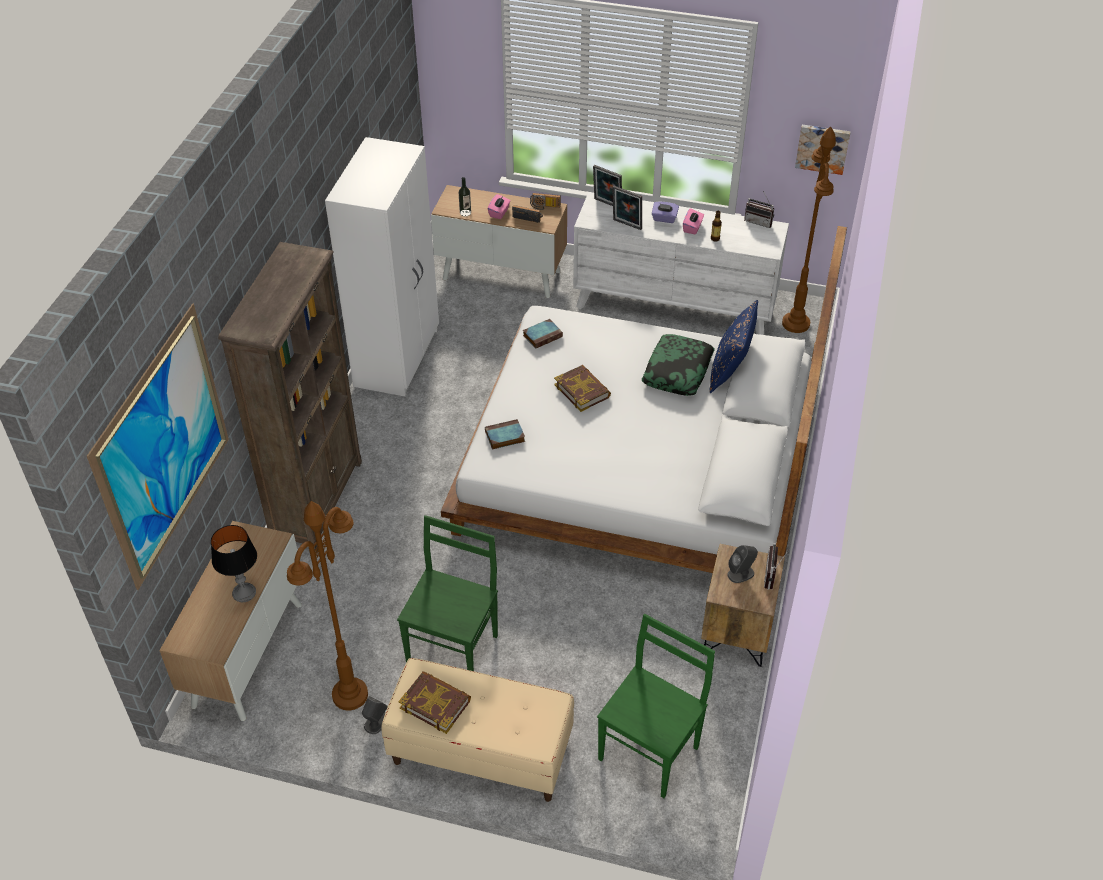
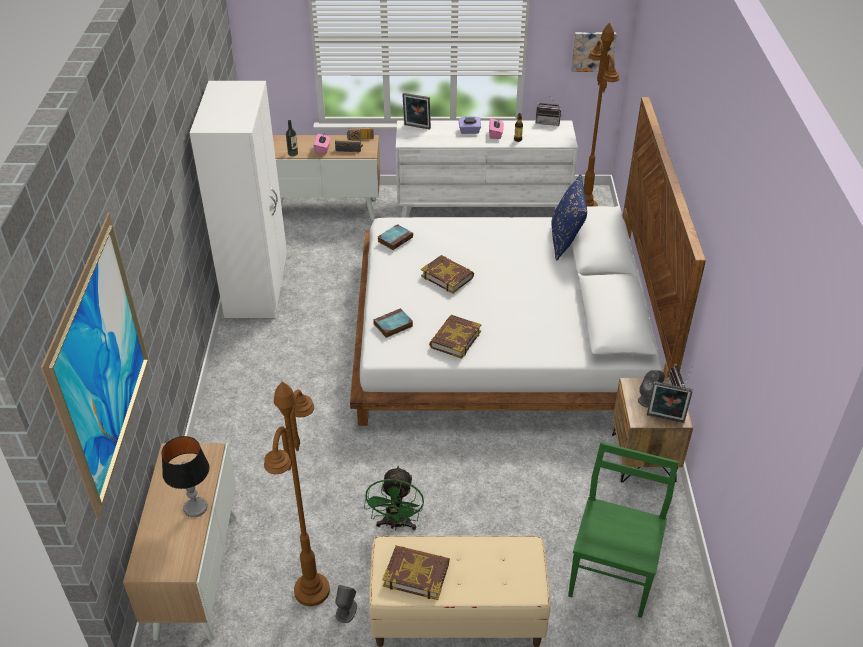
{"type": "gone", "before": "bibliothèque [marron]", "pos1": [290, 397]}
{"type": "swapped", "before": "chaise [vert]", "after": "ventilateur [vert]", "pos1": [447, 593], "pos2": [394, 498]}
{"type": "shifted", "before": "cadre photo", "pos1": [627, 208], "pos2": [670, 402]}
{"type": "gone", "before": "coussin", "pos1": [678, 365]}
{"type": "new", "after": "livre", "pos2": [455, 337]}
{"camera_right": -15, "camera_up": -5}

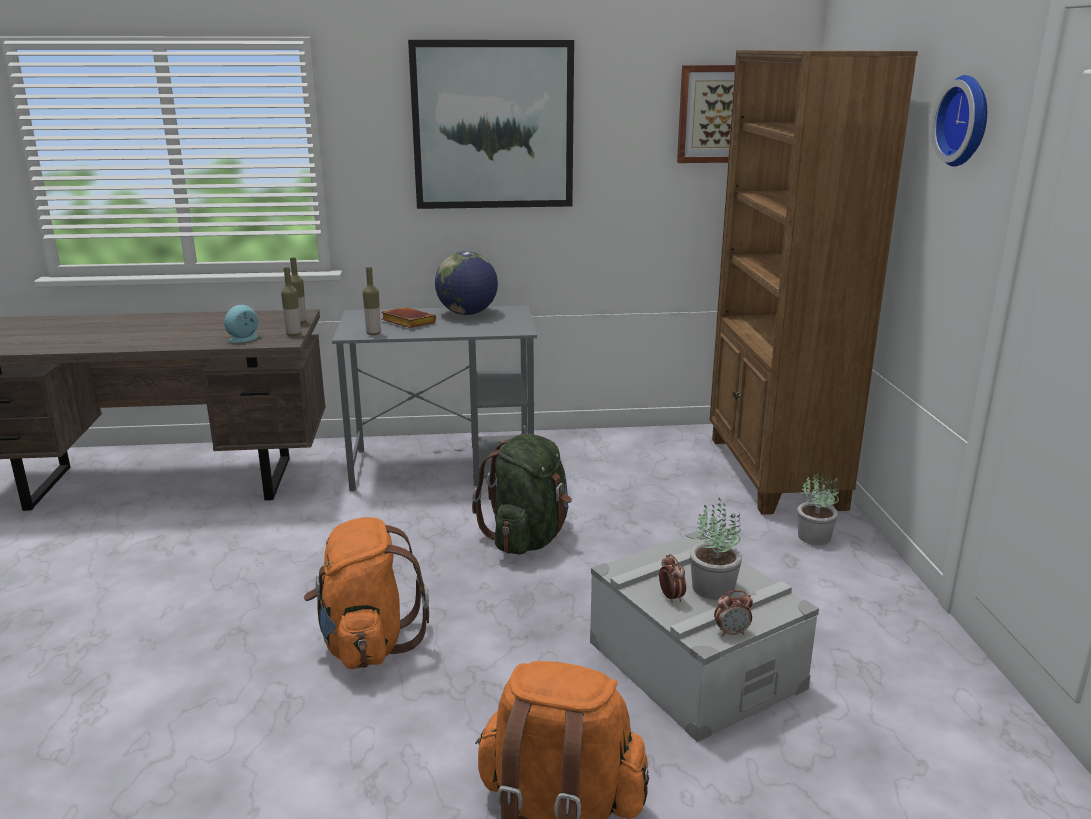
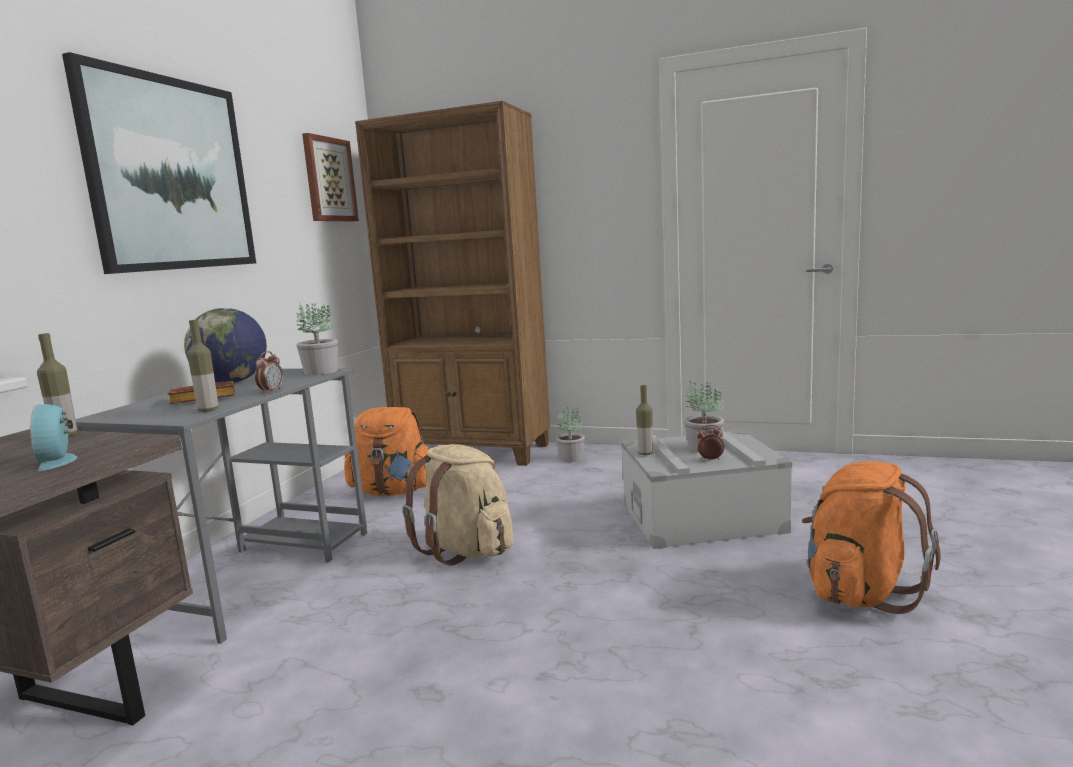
{"type": "shifted", "before": "bouteille", "pos1": [291, 301], "pos2": [644, 420]}
{"type": "shifted", "before": "sac à dos [orange]", "pos1": [366, 593], "pos2": [386, 451]}
{"type": "repainted", "before": "sac à dos [vert]", "after": "sac à dos [beige]", "pos1": [522, 494], "pos2": [458, 504]}
{"type": "shifted", "before": "réveil", "pos1": [733, 613], "pos2": [269, 372]}
{"type": "gone", "before": "horloge murale", "pos1": [959, 121]}
{"type": "new", "after": "plante en pot", "pos2": [317, 339]}
{"camera_right": -65, "camera_up": -10}

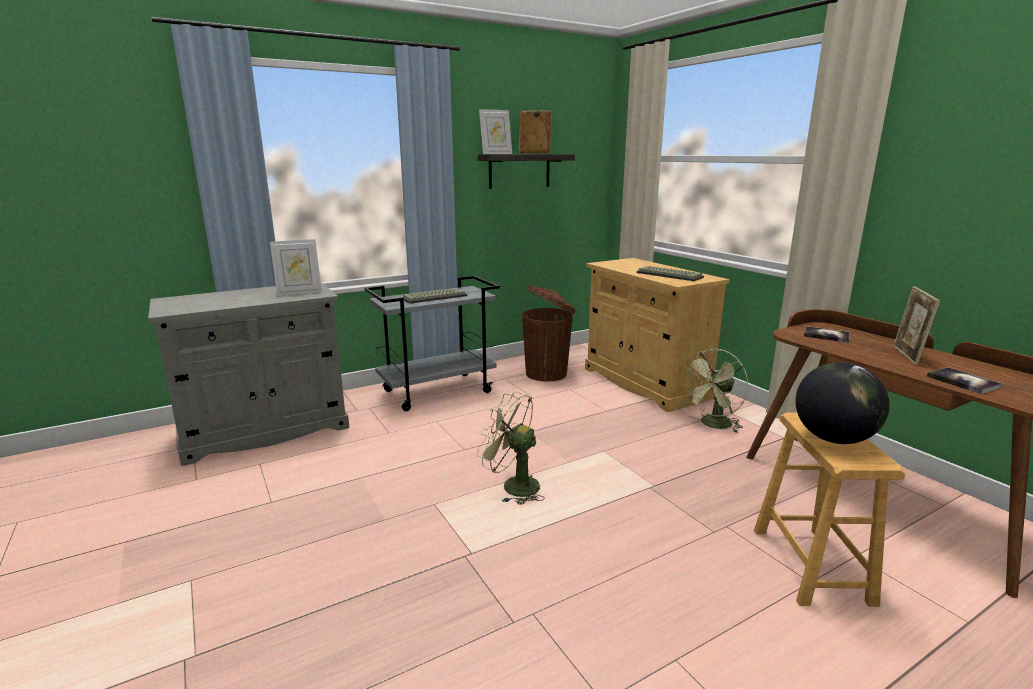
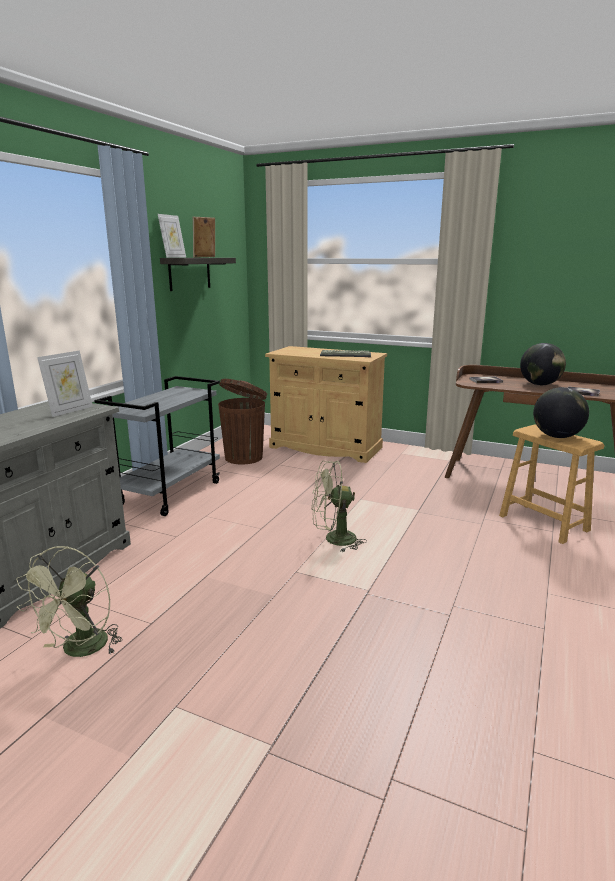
{"type": "gone", "before": "clavier", "pos1": [435, 296]}
{"type": "shifted", "before": "ventilateur [vert]", "pos1": [715, 391], "pos2": [69, 601]}
{"type": "swapped", "before": "cadre photo", "after": "globe", "pos1": [916, 325], "pos2": [543, 364]}
{"camera_right": -35, "camera_up": 0}

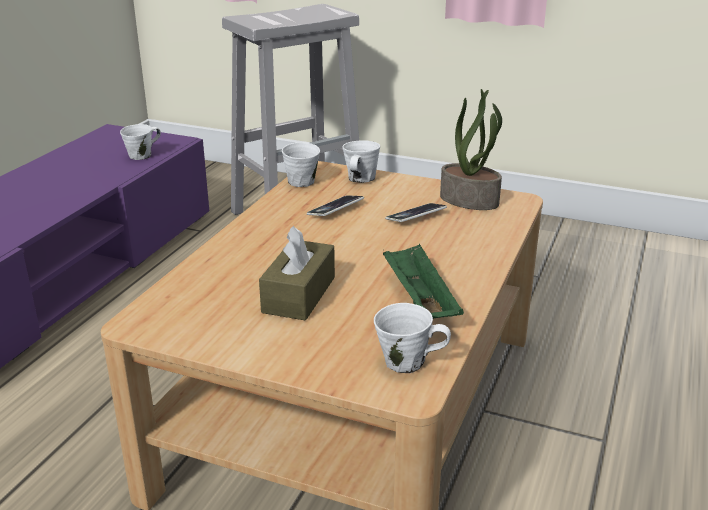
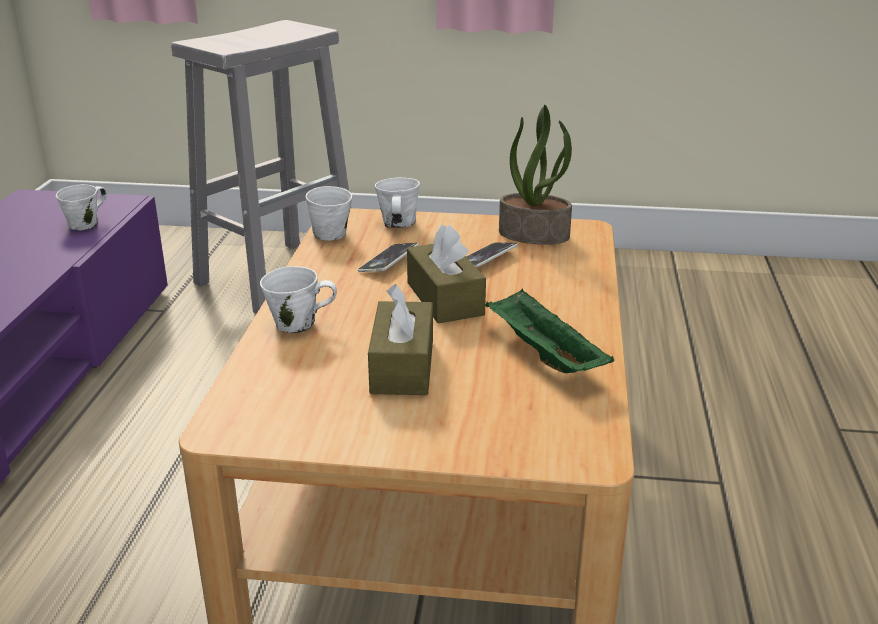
{"type": "shifted", "before": "mug [blanc]", "pos1": [412, 338], "pos2": [298, 299]}
{"type": "new", "after": "boîte à mouchoirs [marron]", "pos2": [446, 273]}
{"camera_right": -15, "camera_up": 0}

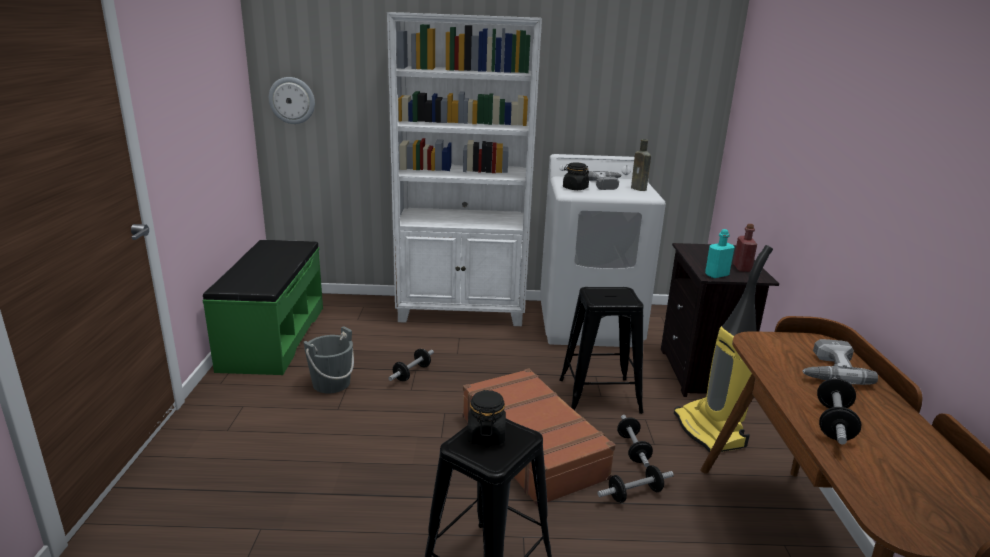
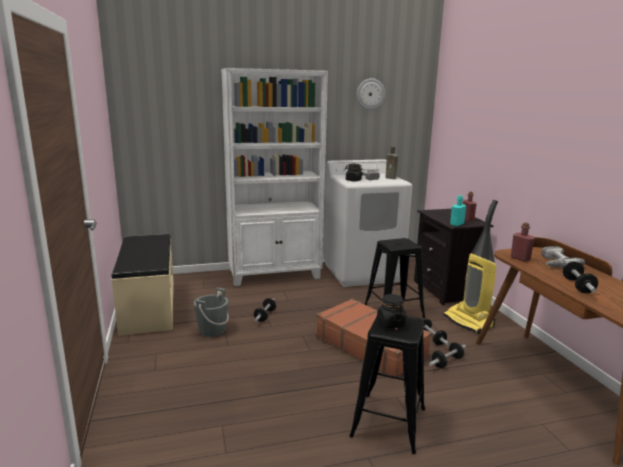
{"type": "repainted", "before": "banc [vert]", "after": "banc [beige]", "pos1": [263, 307], "pos2": [142, 285]}
{"type": "shifted", "before": "horloge murale", "pos1": [292, 100], "pos2": [370, 94]}
{"type": "new", "after": "bouteille [rouge]", "pos2": [523, 242]}
{"camera_right": -15, "camera_up": -5}

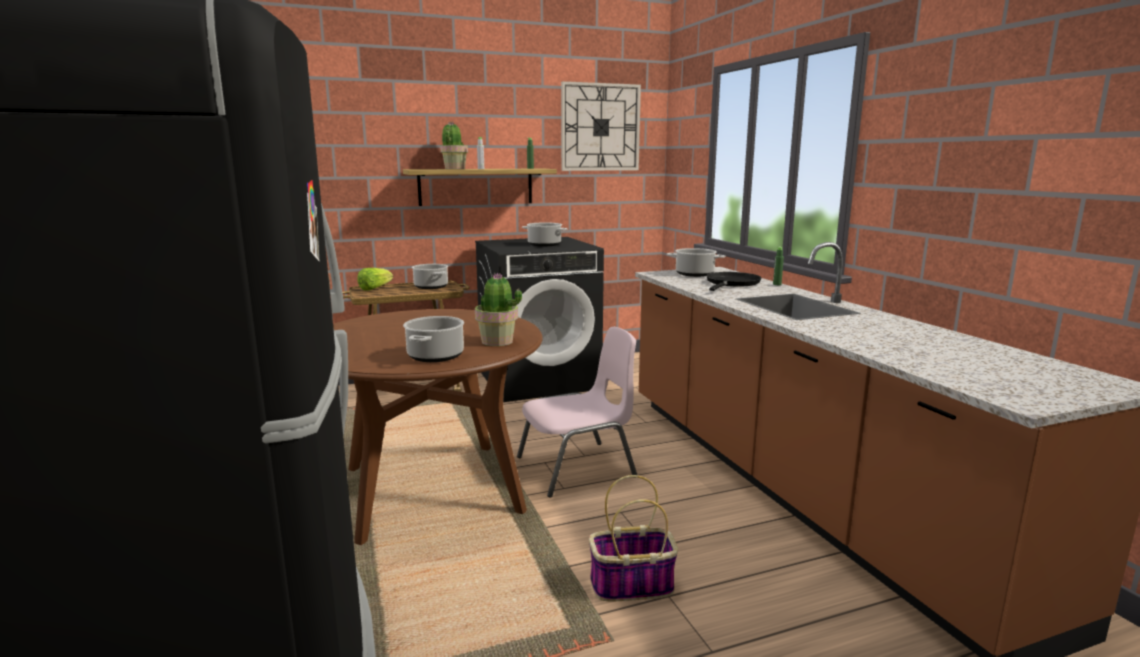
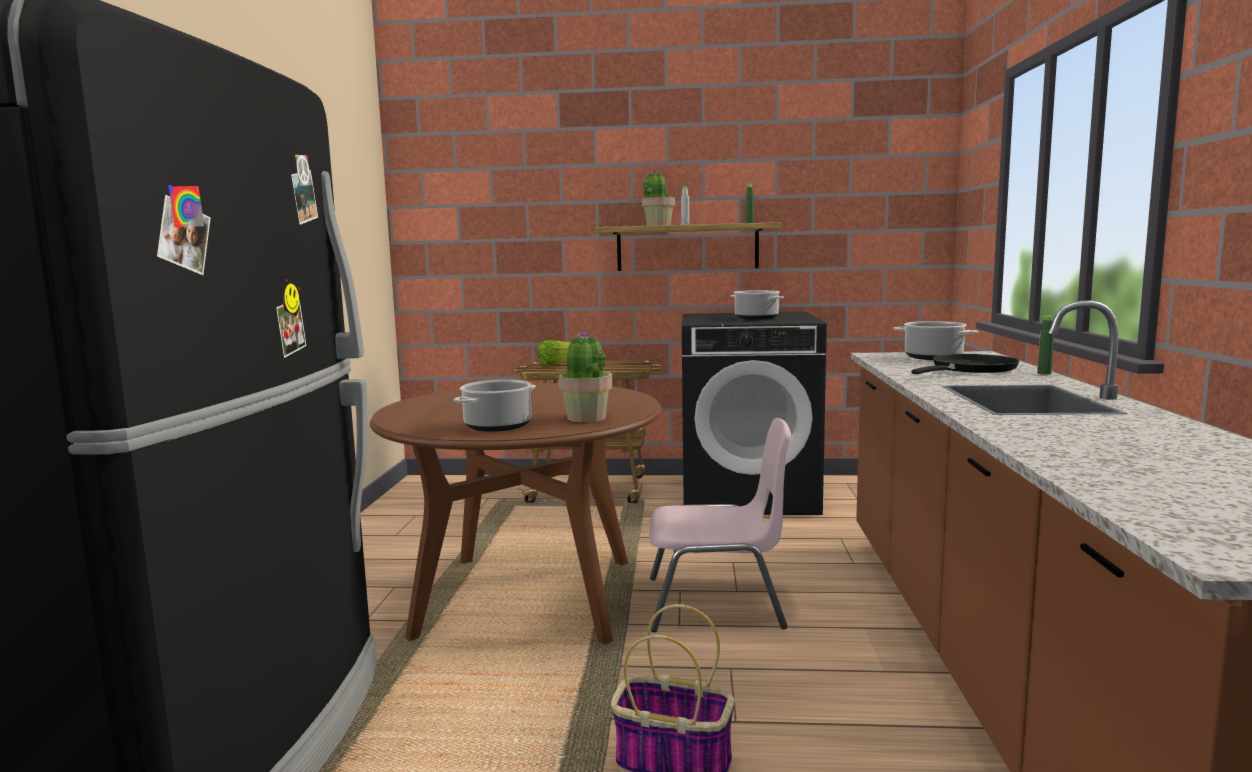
{"type": "gone", "before": "marmite", "pos1": [430, 276]}
{"type": "gone", "before": "horloge murale", "pos1": [601, 126]}
{"camera_right": 25, "camera_up": -5}

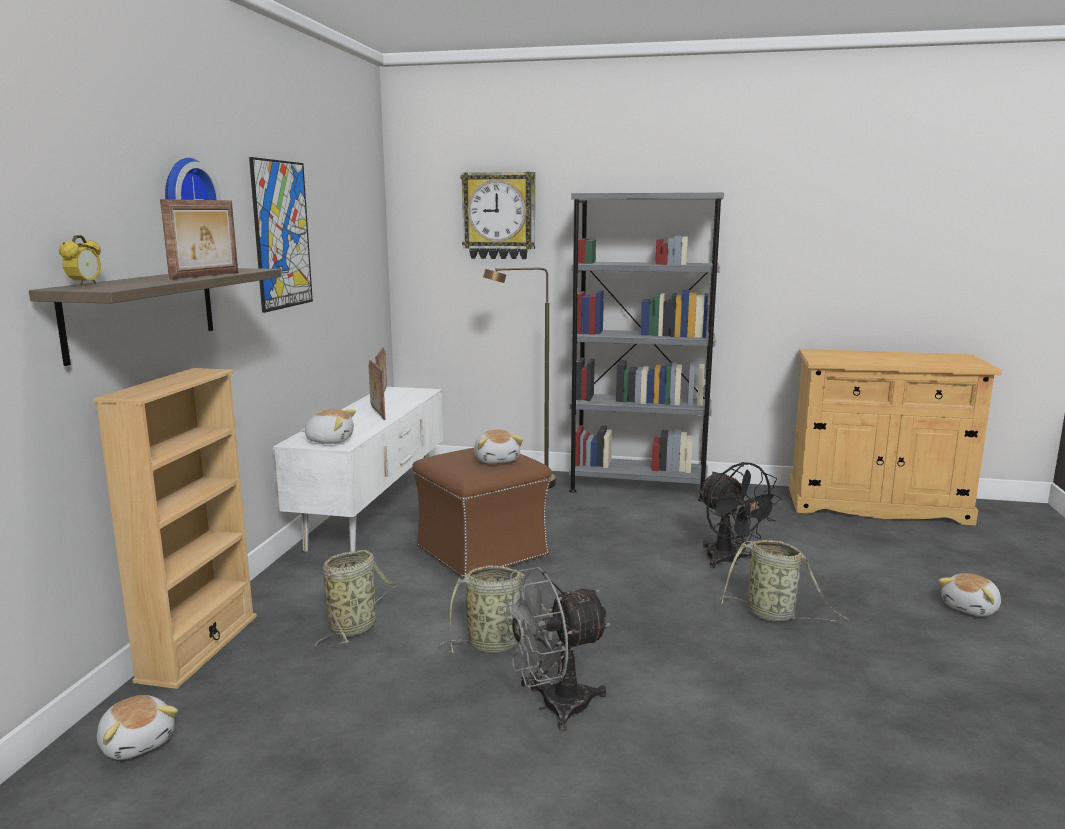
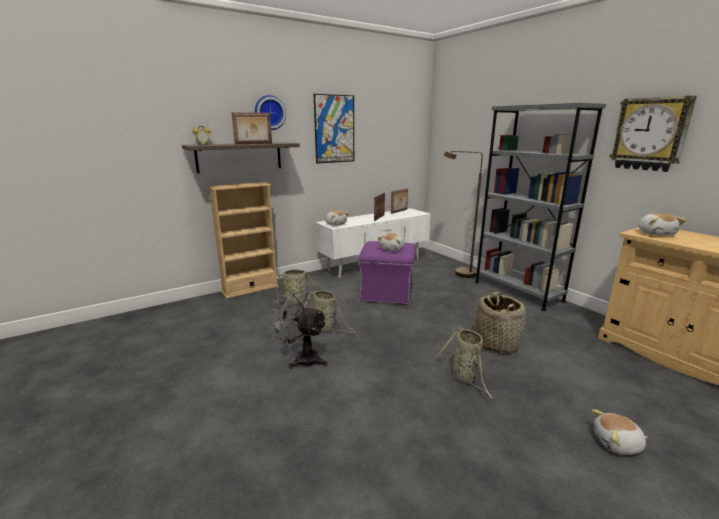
{"type": "shifted", "before": "peluche", "pos1": [137, 727], "pos2": [662, 224]}
{"type": "repainted", "before": "pouf [marron]", "after": "pouf [violet]", "pos1": [482, 513], "pos2": [387, 273]}
{"type": "shifted", "before": "horloge murale", "pos1": [497, 215], "pos2": [653, 134]}
{"type": "swapped", "before": "ventilateur [noir]", "after": "panier", "pos1": [740, 515], "pos2": [500, 323]}
{"camera_right": 45, "camera_up": 5}

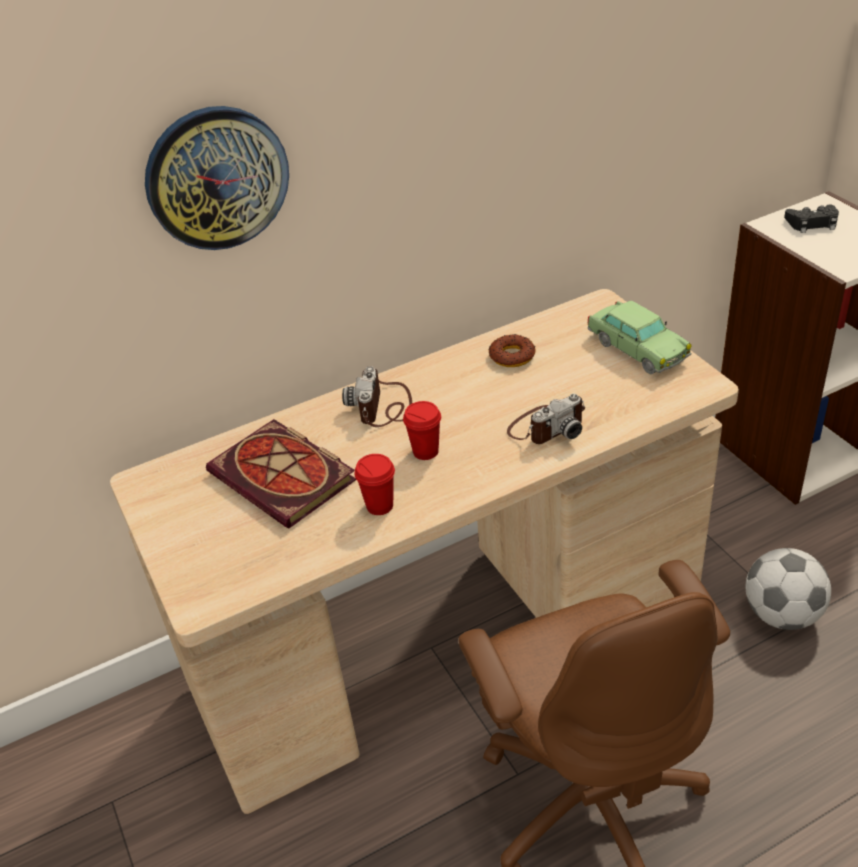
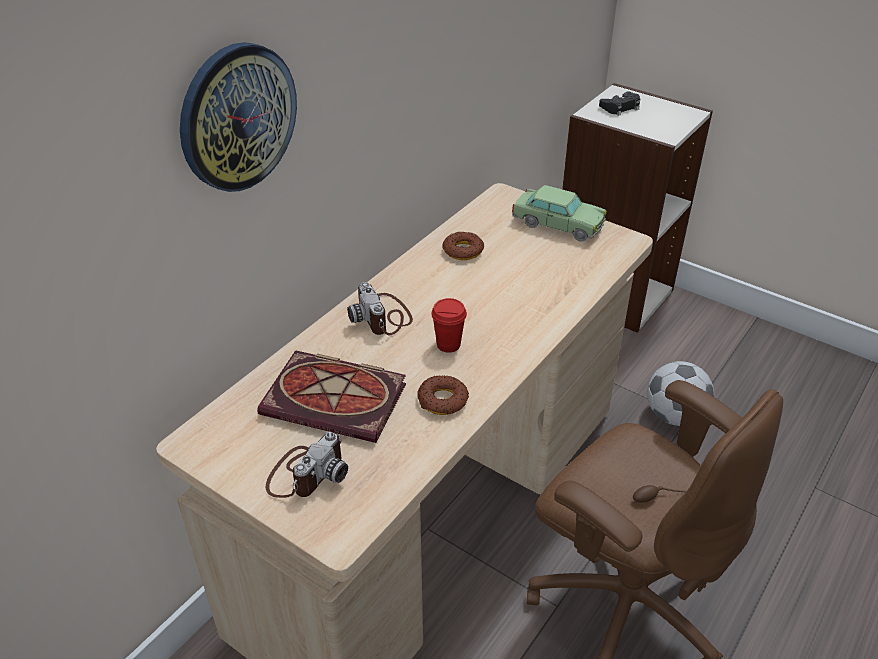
{"type": "swapped", "before": "tasse [rouge]", "after": "beignet", "pos1": [375, 484], "pos2": [443, 395]}
{"type": "shifted", "before": "appareil photo", "pos1": [546, 419], "pos2": [307, 465]}
{"camera_right": -30, "camera_up": 0}

